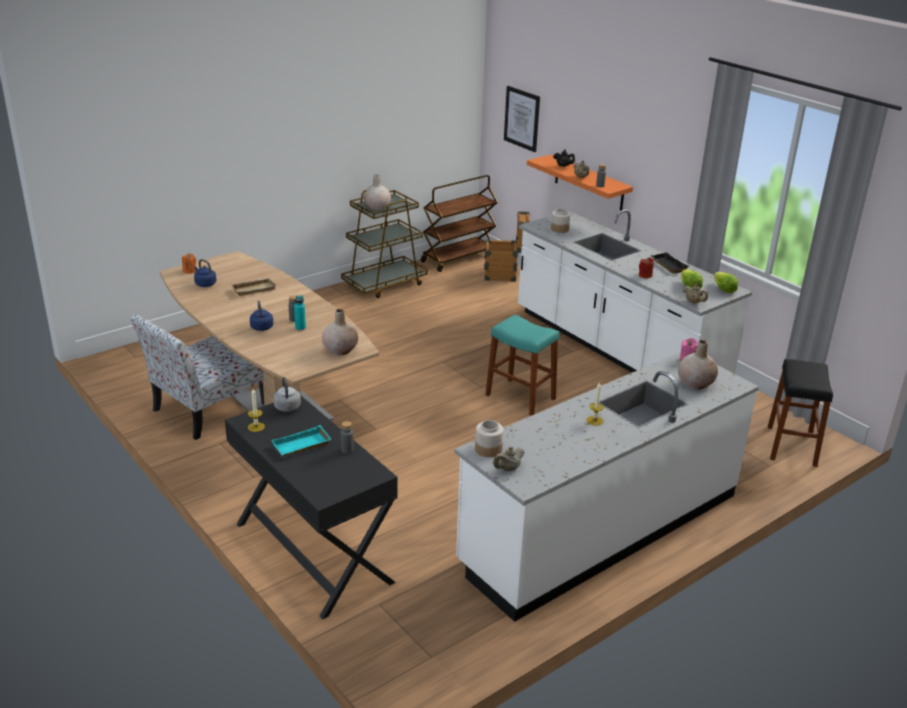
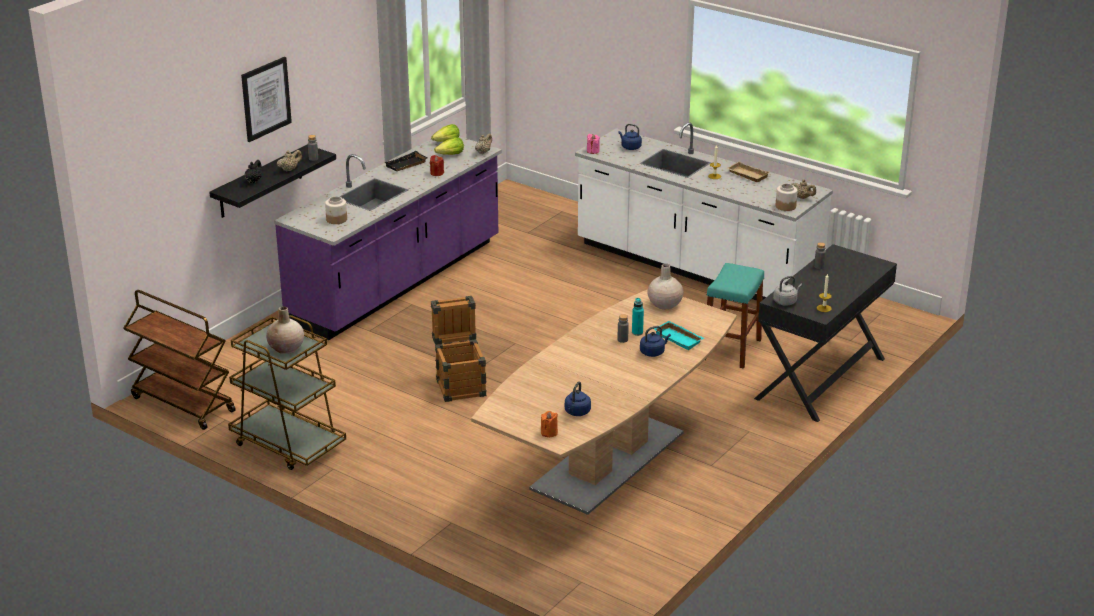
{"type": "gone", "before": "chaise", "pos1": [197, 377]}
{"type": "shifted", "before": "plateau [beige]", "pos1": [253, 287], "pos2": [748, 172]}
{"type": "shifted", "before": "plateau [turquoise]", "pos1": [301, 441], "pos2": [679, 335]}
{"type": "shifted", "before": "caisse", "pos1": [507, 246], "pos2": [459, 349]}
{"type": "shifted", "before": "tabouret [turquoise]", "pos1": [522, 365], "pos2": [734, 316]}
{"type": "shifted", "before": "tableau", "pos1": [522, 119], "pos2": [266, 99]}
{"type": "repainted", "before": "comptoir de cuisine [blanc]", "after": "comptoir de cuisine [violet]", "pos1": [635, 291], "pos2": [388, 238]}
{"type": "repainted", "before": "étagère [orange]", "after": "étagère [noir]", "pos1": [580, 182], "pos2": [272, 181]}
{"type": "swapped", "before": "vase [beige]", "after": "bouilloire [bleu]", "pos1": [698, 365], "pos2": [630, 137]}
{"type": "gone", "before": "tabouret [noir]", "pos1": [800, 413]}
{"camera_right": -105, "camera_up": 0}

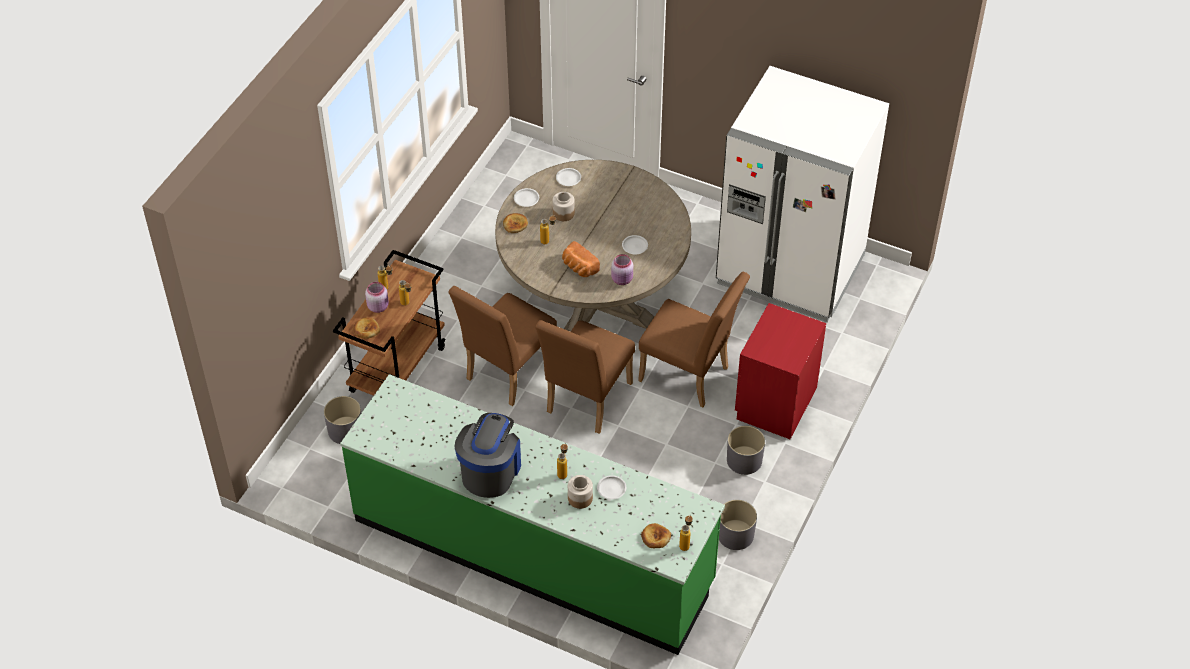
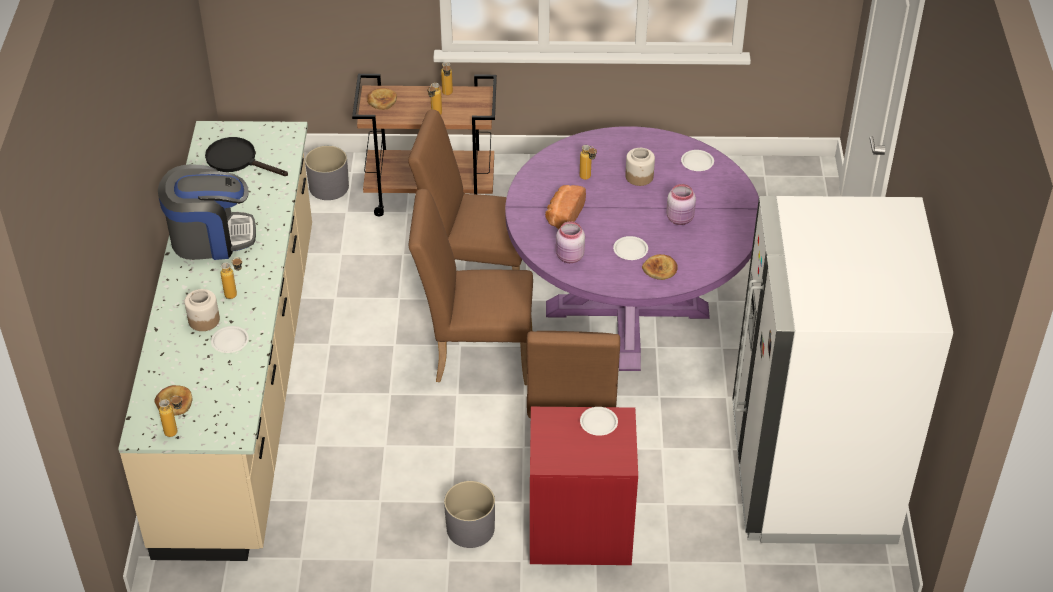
{"type": "repainted", "before": "comptoir de cuisine [vert]", "after": "comptoir de cuisine [beige]", "pos1": [532, 514], "pos2": [215, 341]}
{"type": "shifted", "before": "bocal [rose]", "pos1": [377, 297], "pos2": [681, 204]}
{"type": "repainted", "before": "table à manger [beige]", "after": "table à manger [violet]", "pos1": [593, 246], "pos2": [632, 248]}
{"type": "shifted", "before": "pain", "pos1": [515, 223], "pos2": [659, 267]}
{"type": "shifted", "before": "assiette [blanc]", "pos1": [526, 197], "pos2": [599, 421]}
{"type": "gone", "before": "cache-pot [gris]", "pos1": [738, 525]}
{"type": "new", "after": "poêle [noir]", "pos2": [246, 156]}
{"camera_right": 65, "camera_up": -5}

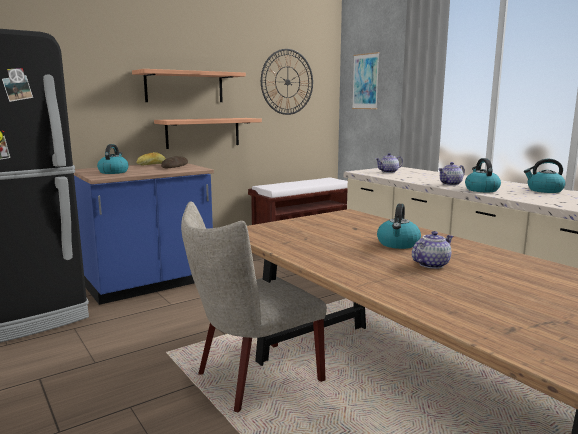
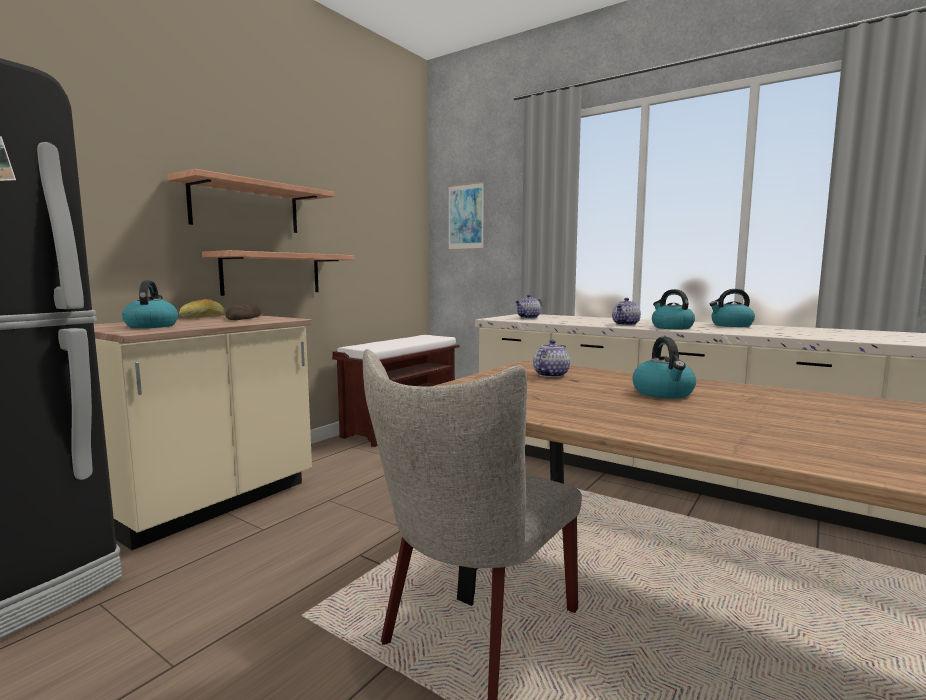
{"type": "repainted", "before": "comptoir de cuisine [bleu]", "after": "comptoir de cuisine [beige]", "pos1": [144, 234], "pos2": [203, 432]}
{"type": "gone", "before": "horloge murale", "pos1": [287, 82]}
{"type": "shifted", "before": "théière", "pos1": [432, 250], "pos2": [551, 359]}
{"camera_right": -20, "camera_up": -5}

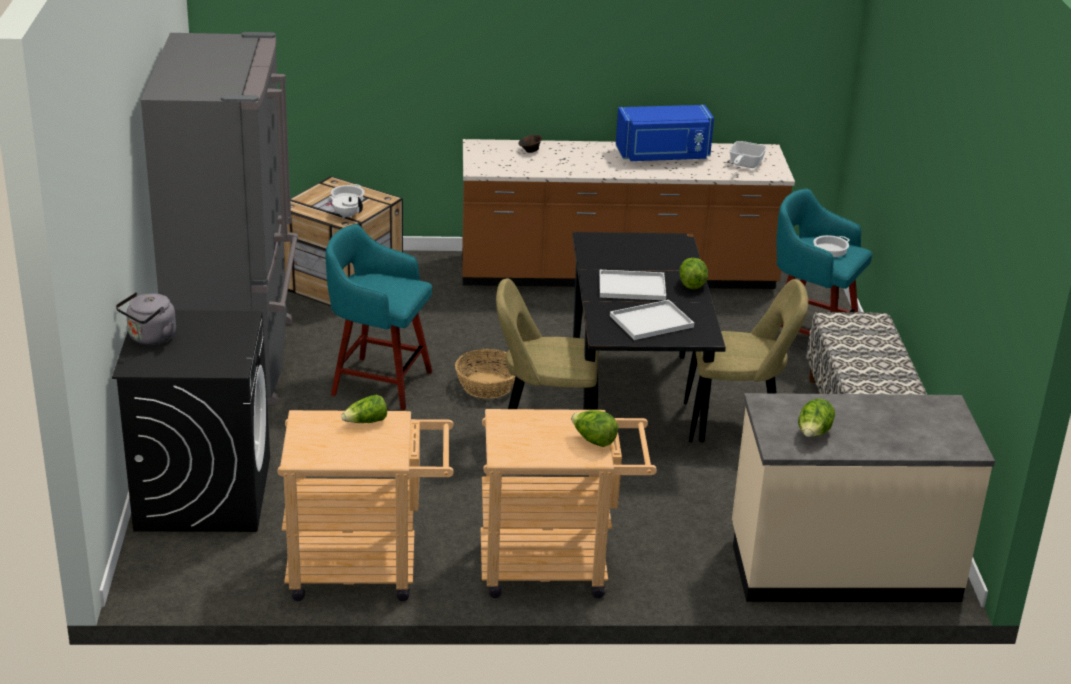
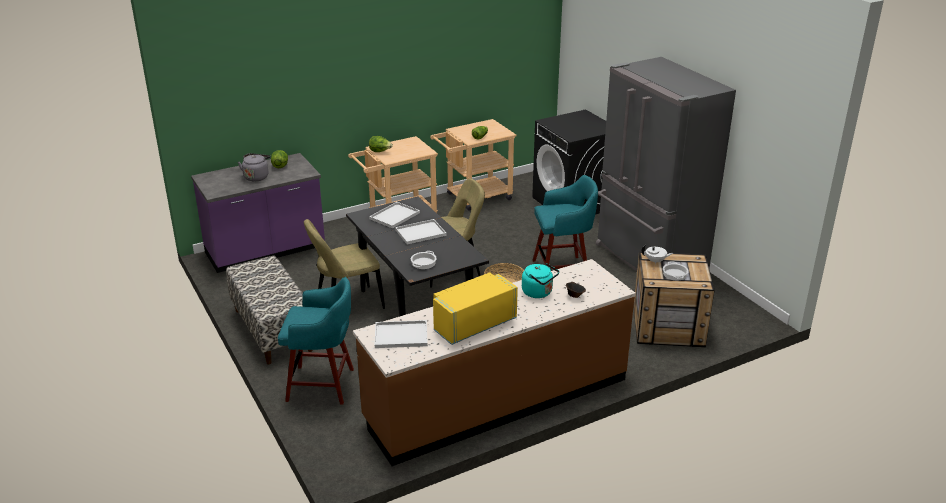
{"type": "shifted", "before": "bouilloire [gris]", "pos1": [146, 318], "pos2": [254, 167]}
{"type": "repainted", "before": "micro-ondes [bleu]", "after": "micro-ondes [jaune]", "pos1": [665, 133], "pos2": [475, 309]}
{"type": "gone", "before": "laitue", "pos1": [693, 273]}
{"type": "swapped", "before": "poêle", "after": "plateau [blanc]", "pos1": [748, 154], "pos2": [401, 334]}
{"type": "repainted", "before": "comptoir de cuisine [beige]", "after": "comptoir de cuisine [violet]", "pos1": [863, 497], "pos2": [258, 213]}
{"type": "shifted", "before": "marmite", "pos1": [831, 246], "pos2": [424, 260]}
{"type": "new", "after": "bouilloire [turquoise]", "pos2": [541, 280]}
{"camera_right": 155, "camera_up": 0}

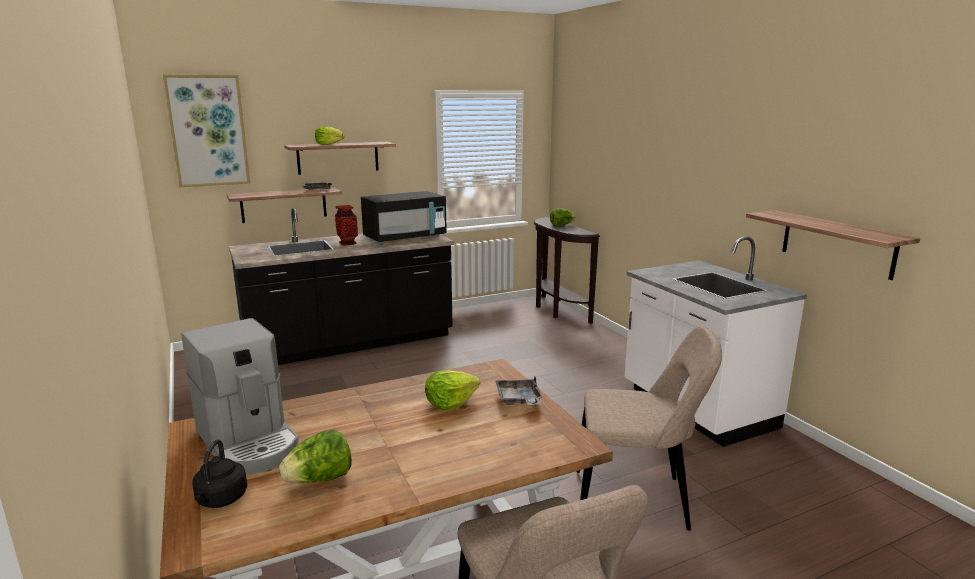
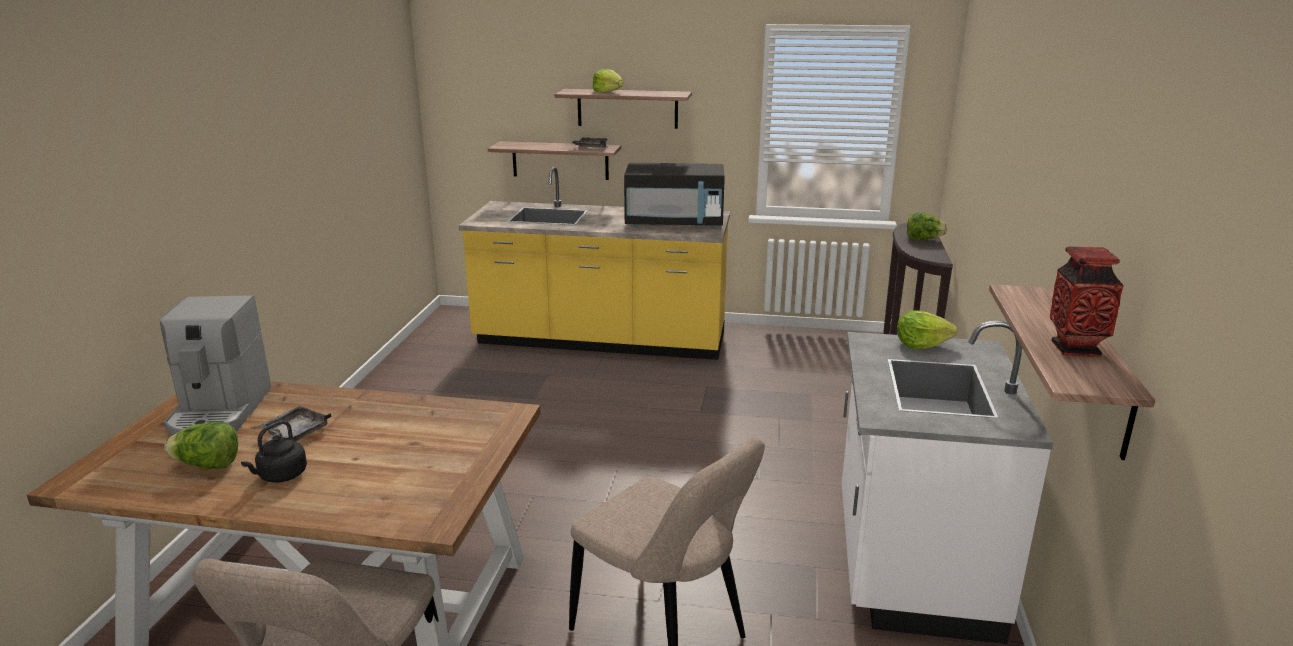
{"type": "gone", "before": "tableau", "pos1": [206, 131]}
{"type": "shifted", "before": "bouilloire [noir]", "pos1": [219, 474], "pos2": [274, 451]}
{"type": "repainted", "before": "comptoir de cuisine [noir]", "after": "comptoir de cuisine [jaune]", "pos1": [341, 286], "pos2": [594, 263]}
{"type": "shifted", "before": "vase", "pos1": [346, 225], "pos2": [1087, 302]}
{"type": "shifted", "before": "laitue", "pos1": [452, 390], "pos2": [927, 329]}
{"type": "shifted", "before": "plateau [gris]", "pos1": [519, 391], "pos2": [295, 424]}
{"camera_right": 35, "camera_up": 5}

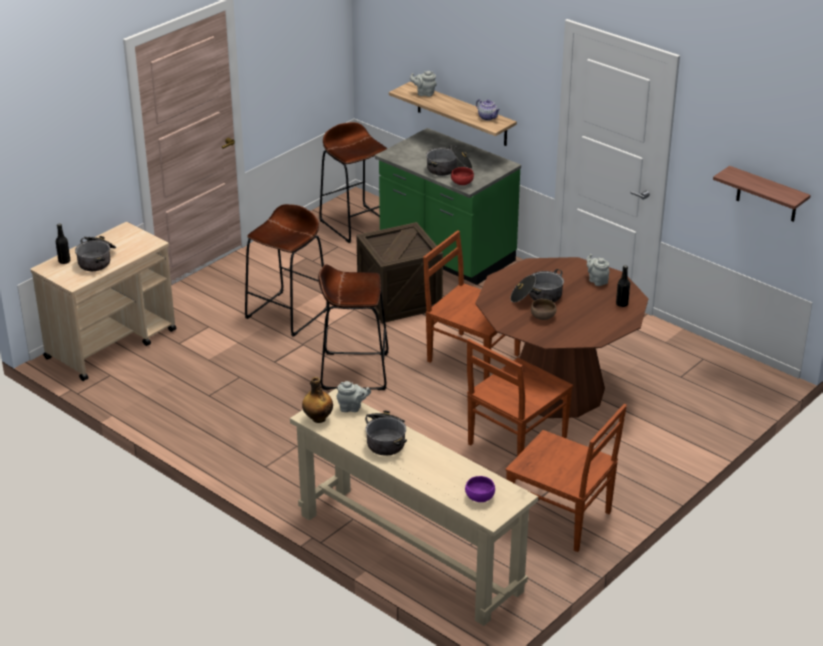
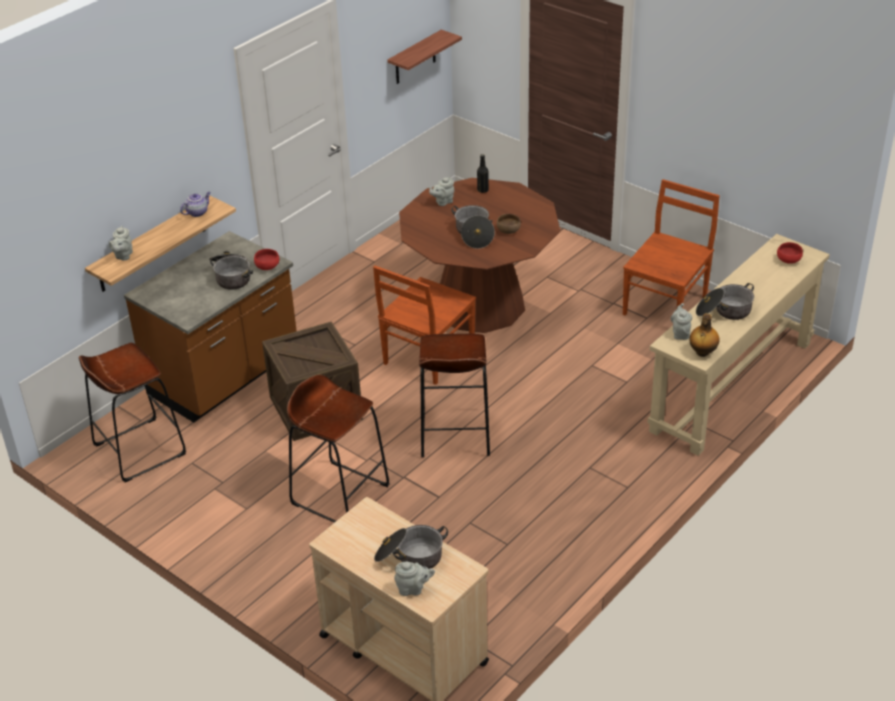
{"type": "swapped", "before": "bouteille [noir]", "after": "théière [gris]", "pos1": [63, 244], "pos2": [414, 578]}
{"type": "repainted", "before": "comptoir de cuisine [vert]", "after": "comptoir de cuisine [marron]", "pos1": [448, 206], "pos2": [210, 327]}
{"type": "repainted", "before": "bol [violet]", "after": "bol [rouge]", "pos1": [480, 489], "pos2": [790, 253]}
{"type": "gone", "before": "chaise [marron]", "pos1": [520, 397]}
{"camera_right": -90, "camera_up": 5}

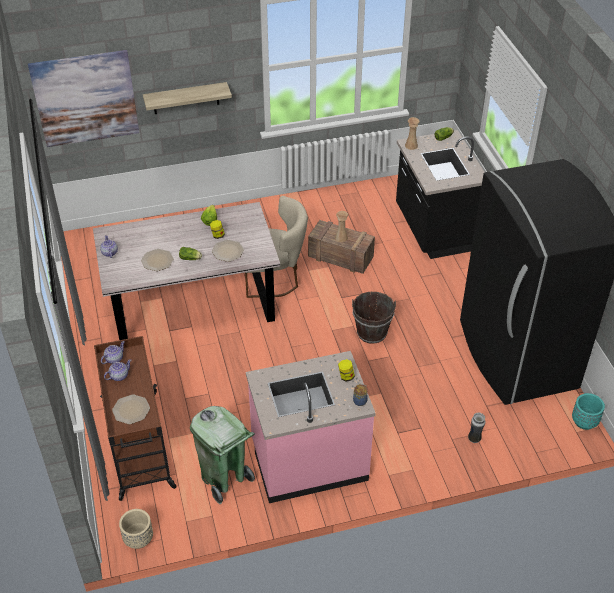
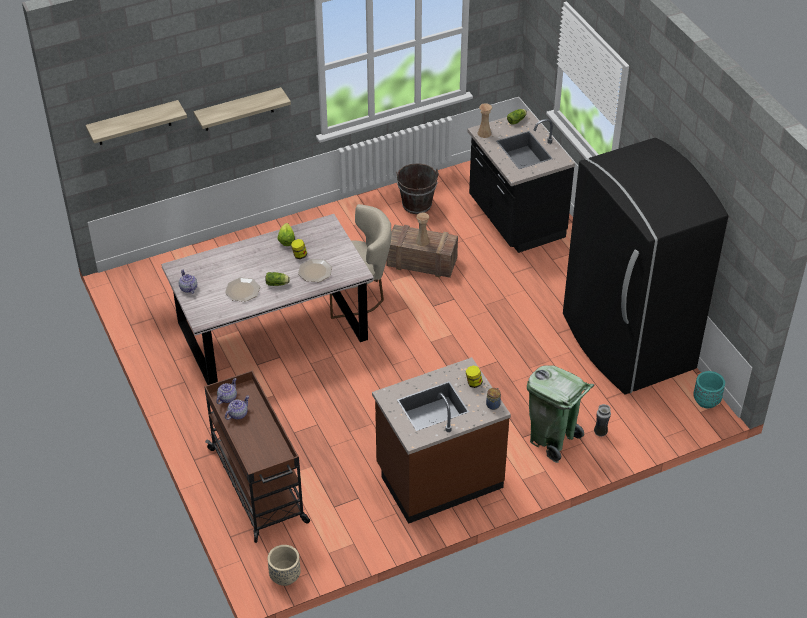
{"type": "swapped", "before": "tableau", "after": "étagère", "pos1": [83, 98], "pos2": [136, 122]}
{"type": "gone", "before": "assiette", "pos1": [131, 409]}
{"type": "shifted", "before": "poubelle [vert]", "pos1": [222, 455], "pos2": [560, 414]}
{"type": "repainted", "before": "comptoir de cuisine [rose]", "after": "comptoir de cuisine [marron]", "pos1": [311, 427], "pos2": [441, 440]}
{"type": "shifted", "before": "seau [marron]", "pos1": [374, 318], "pos2": [417, 188]}
{"camera_right": -10, "camera_up": 0}

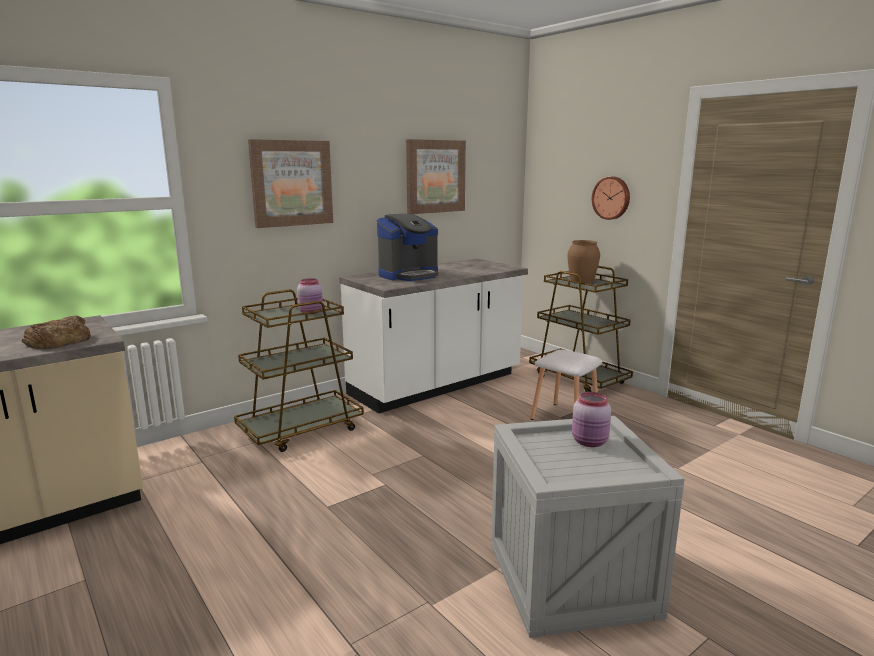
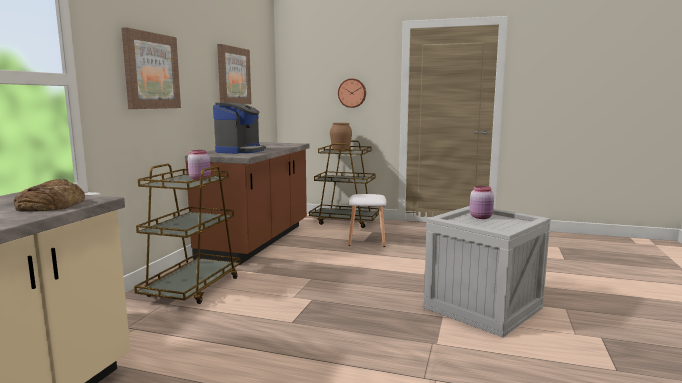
{"type": "repainted", "before": "comptoir de cuisine [blanc]", "after": "comptoir de cuisine [marron]", "pos1": [433, 336], "pos2": [247, 203]}
{"camera_right": -35, "camera_up": -5}

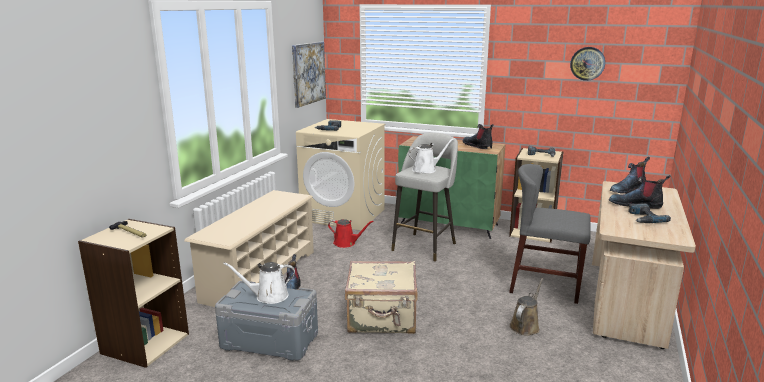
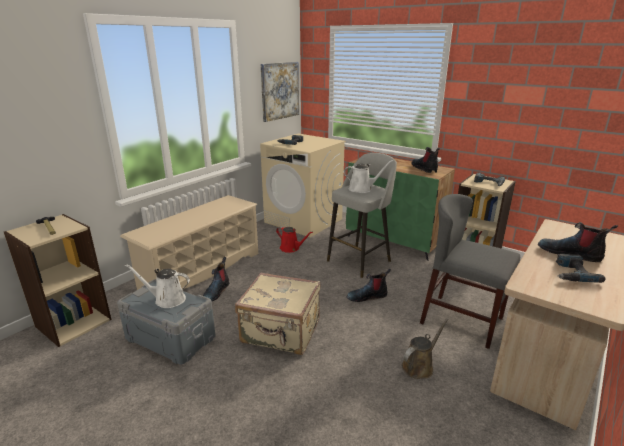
{"type": "gone", "before": "horloge murale", "pos1": [587, 64]}
{"type": "shifted", "before": "botte", "pos1": [630, 175], "pos2": [369, 285]}
{"camera_right": 15, "camera_up": 5}

